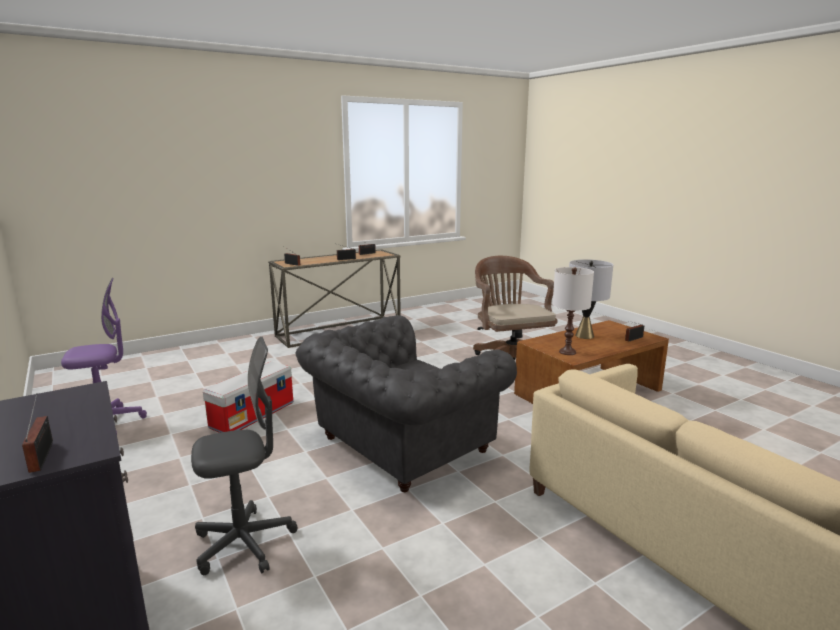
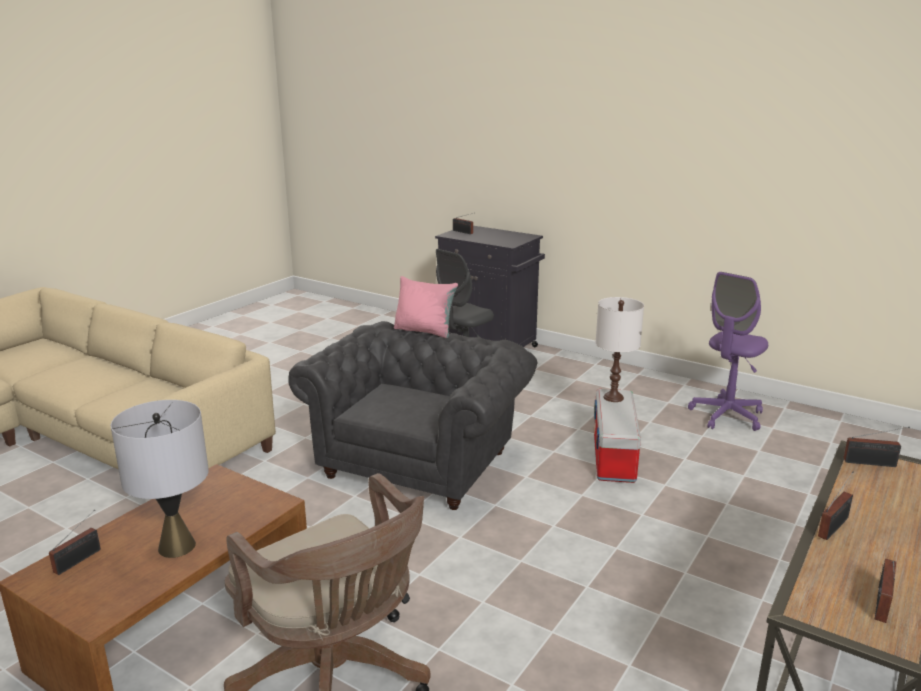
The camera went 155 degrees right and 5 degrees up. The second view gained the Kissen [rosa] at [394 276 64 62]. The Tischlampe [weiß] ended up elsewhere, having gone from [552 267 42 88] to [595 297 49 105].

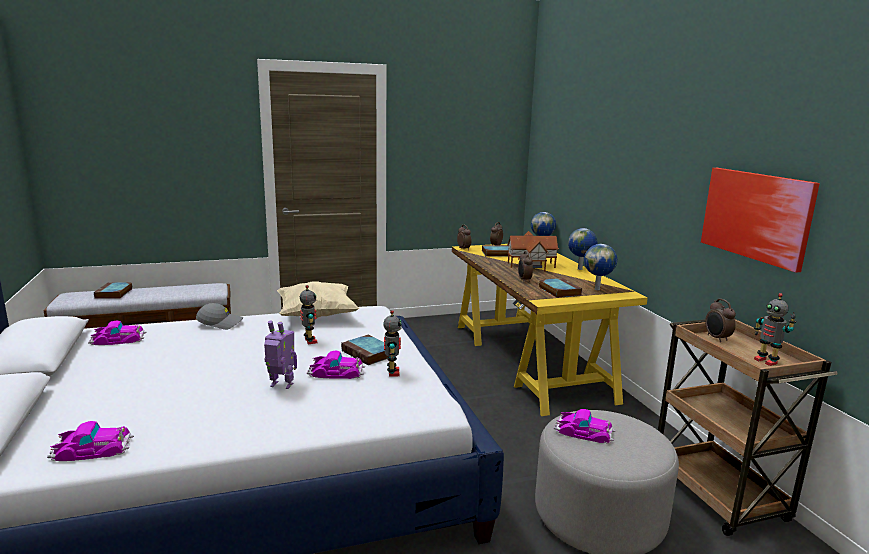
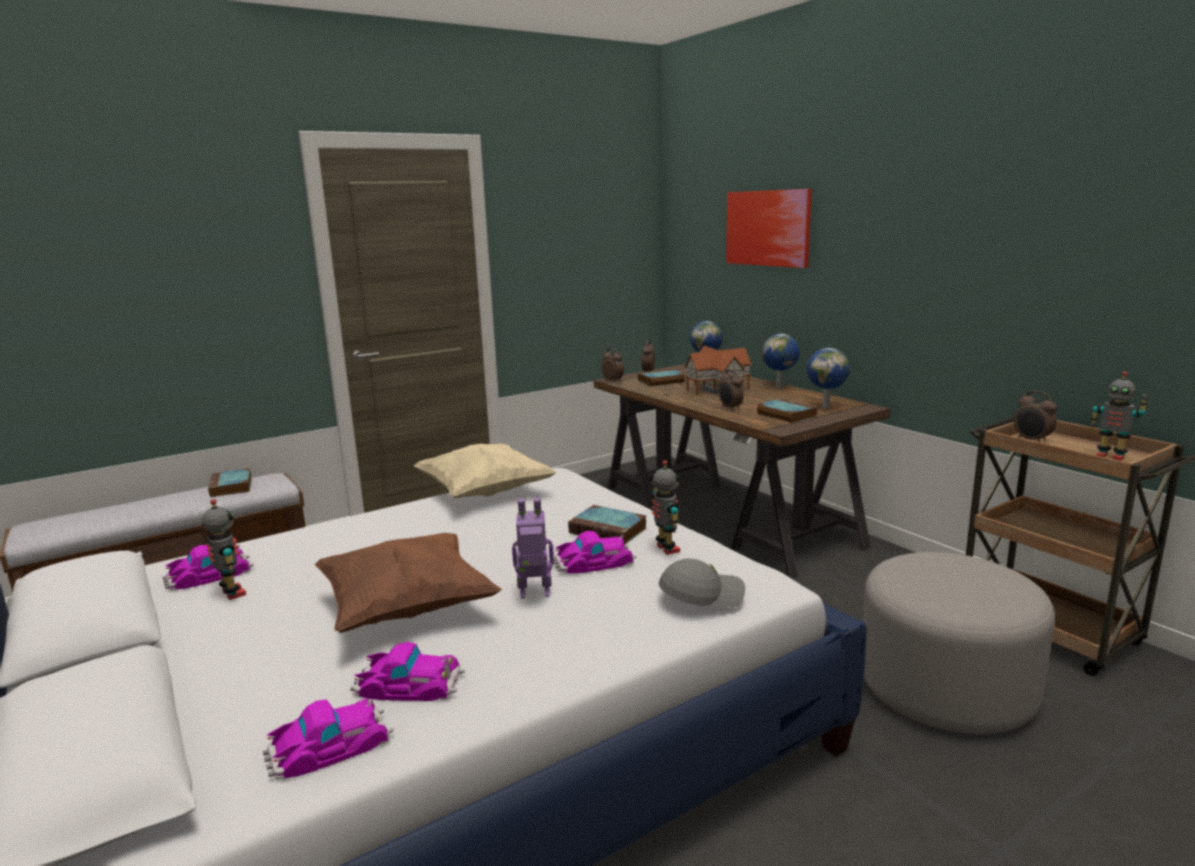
The camera went 15 degrees left and 0 degrees up. The Spielzeugroboter ended up elsewhere, having gone from [300 285 17 59] to [202 499 44 101]. The Buch ended up elsewhere, having gone from [94 282 38 17] to [208 468 43 29]. The second view gained the Kissen [braun] at [315 533 187 100]. The Spielzeugauto ended up elsewhere, having gone from [554 409 61 35] to [350 642 115 59]. What was the Schreibtisch [gelb] at [452 244 196 172] turned into the Schreibtisch [braun] at [594 364 297 215]. The Kappe [grau] ended up elsewhere, having gone from [196 303 47 27] to [659 559 86 49]. The Bild ended up elsewhere, having gone from [701 168 119 105] to [726 189 86 79].

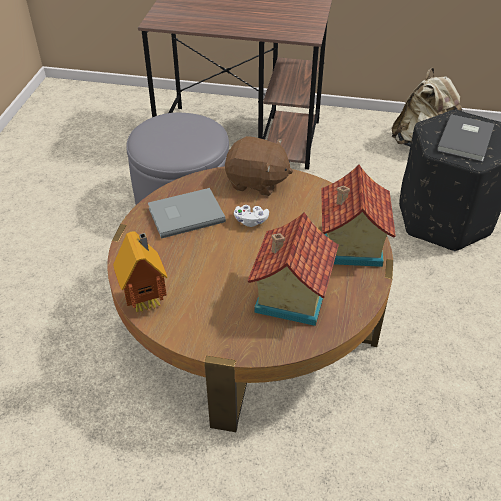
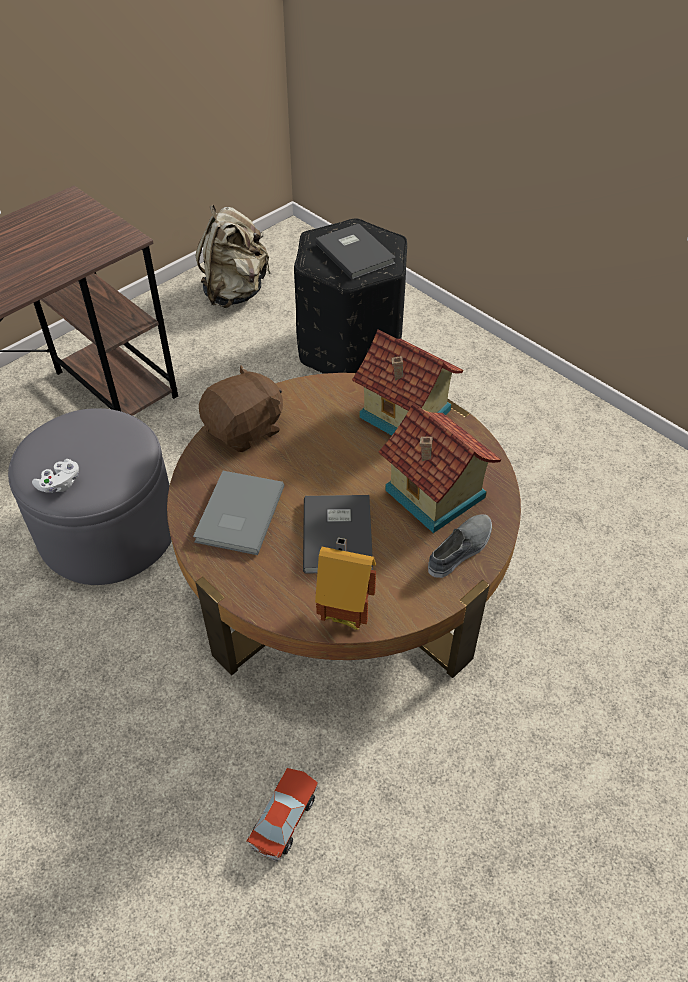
The camera went 55 degrees left and 5 degrees up. The Gamepad [weiß] ended up elsewhere, having gone from [234 205 35 22] to [32 459 47 34]. The second view gained the Spielzeugauto at [246 768 72 94]. The second view gained the Buch [grau] at [303 495 70 79]. The second view gained the Schuh [grau] at [428 514 64 64].

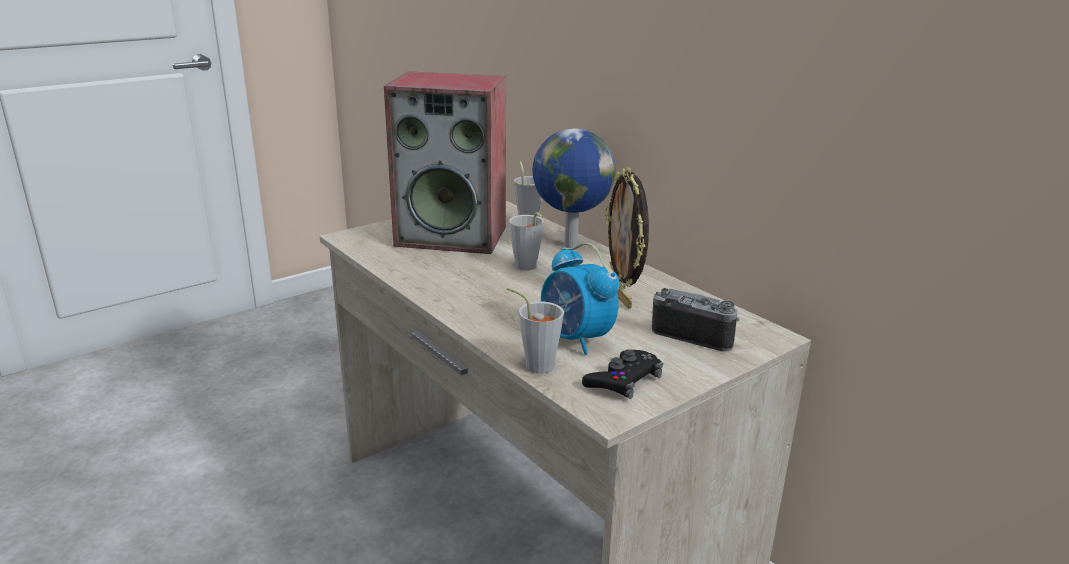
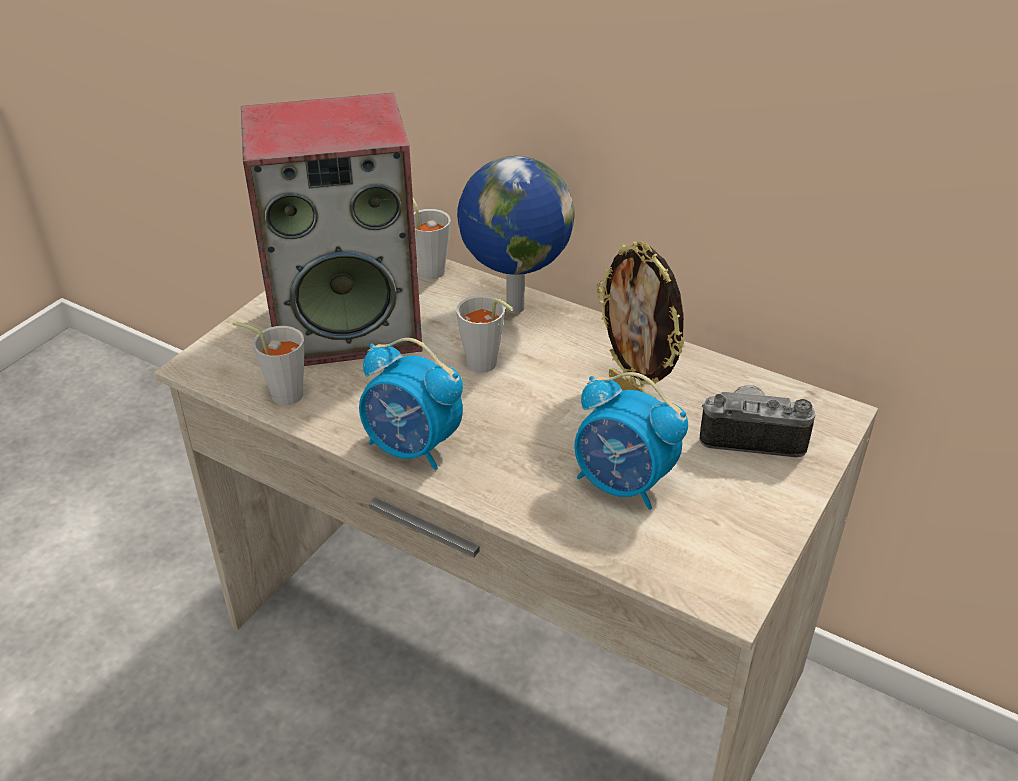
The camera went 20 degrees left and 15 degrees up. The Tasse [grau] ended up elsewhere, having gone from [507 287 57 87] to [232 321 72 85]. The second view gained the Wecker at [359 338 104 132]. The second view lost the Gamepad [schwarz] at [582 349 81 50].

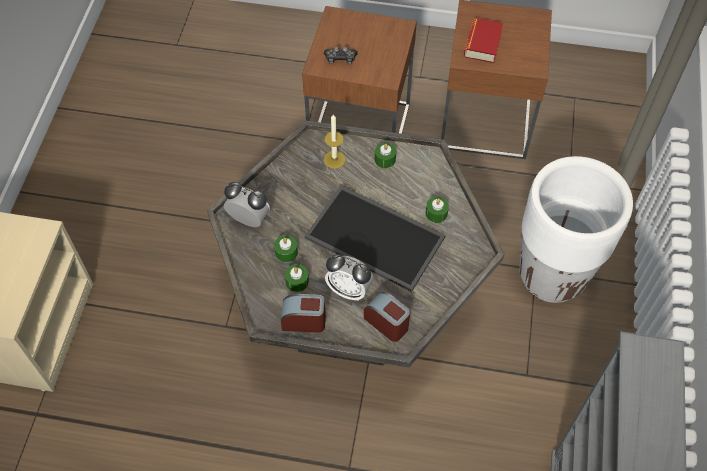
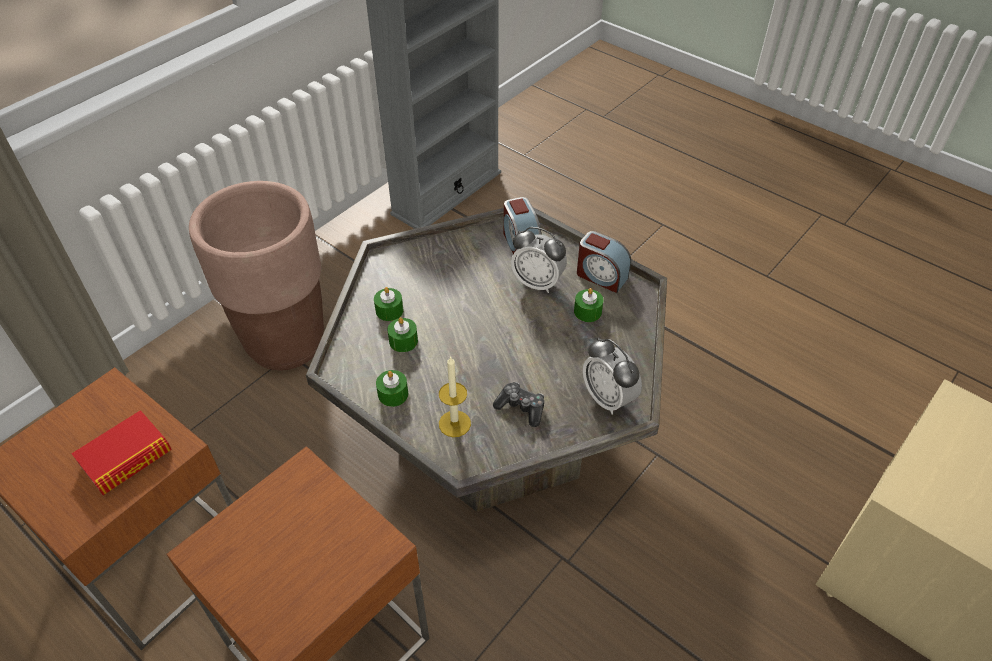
The camera went 150 degrees left and 10 degrees down. What was the Pflanzkübel [weiß] at [519 156 114 147] turned into the Pflanzkübel [braun] at [189 181 135 189]. The Kerze [grün] ended up elsewhere, having gone from [274 235 24 27] to [387 317 31 35]. The Gamepad ended up elsewhere, having gone from [324 46 34 19] to [493 382 51 45]. The Wecker at [325 254 48 47] ended up facing another way, 150 degrees clockwise from before. The second view lost the Tablett at [305 185 141 107].

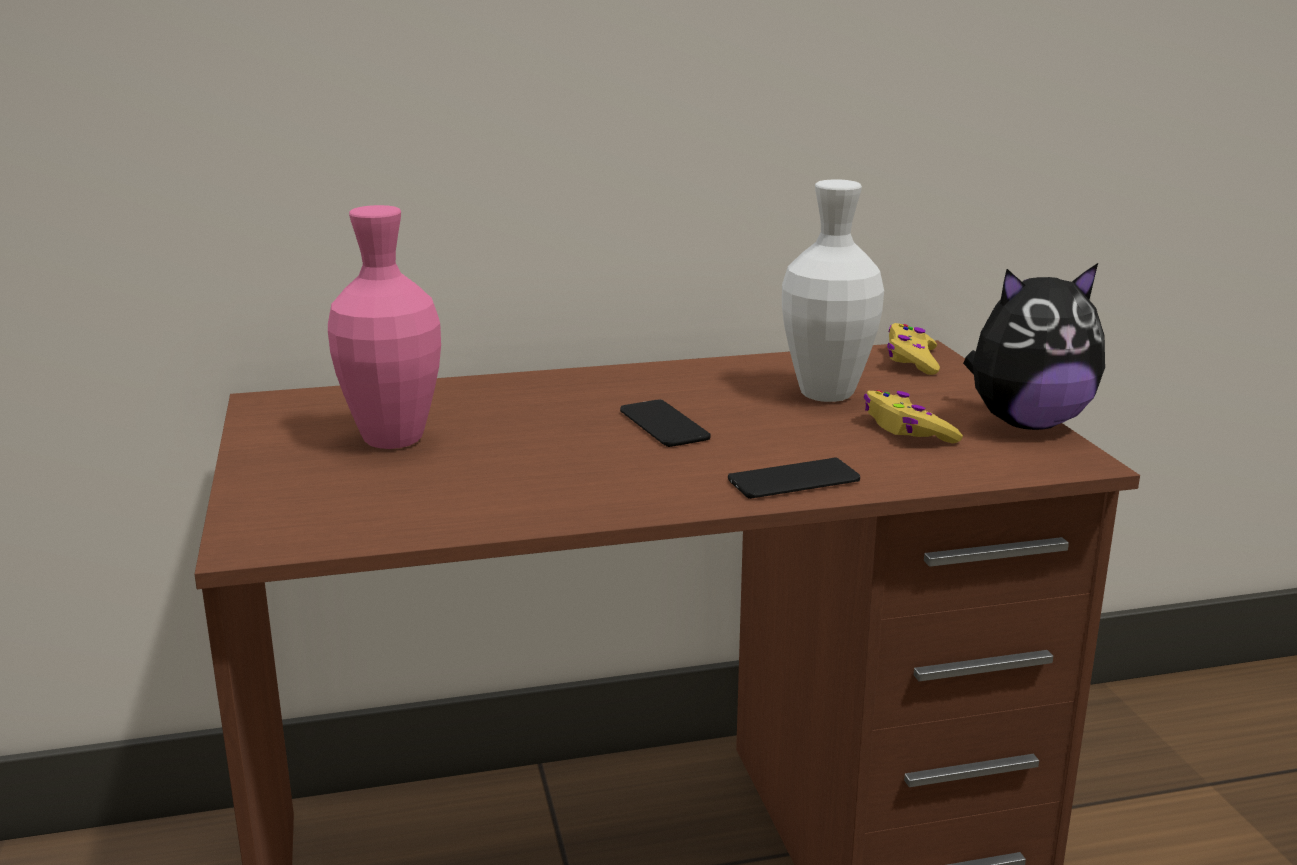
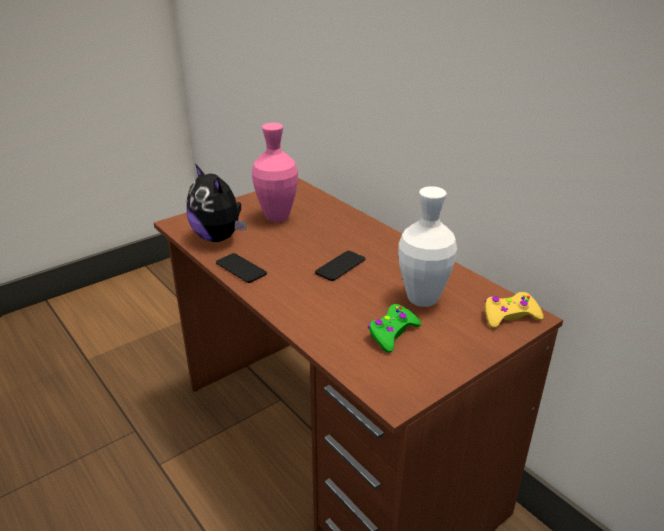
The camera went 65 degrees right and 10 degrees up. The Plüschtier ended up elsewhere, having gone from [963 263 142 167] to [187 164 59 78]. The Handy ended up elsewhere, having gone from [728 457 132 42] to [216 253 51 30]. What was the Gamepad [gelb] at [864 390 99 53] turned into the Gamepad [grün] at [368 304 53 49].

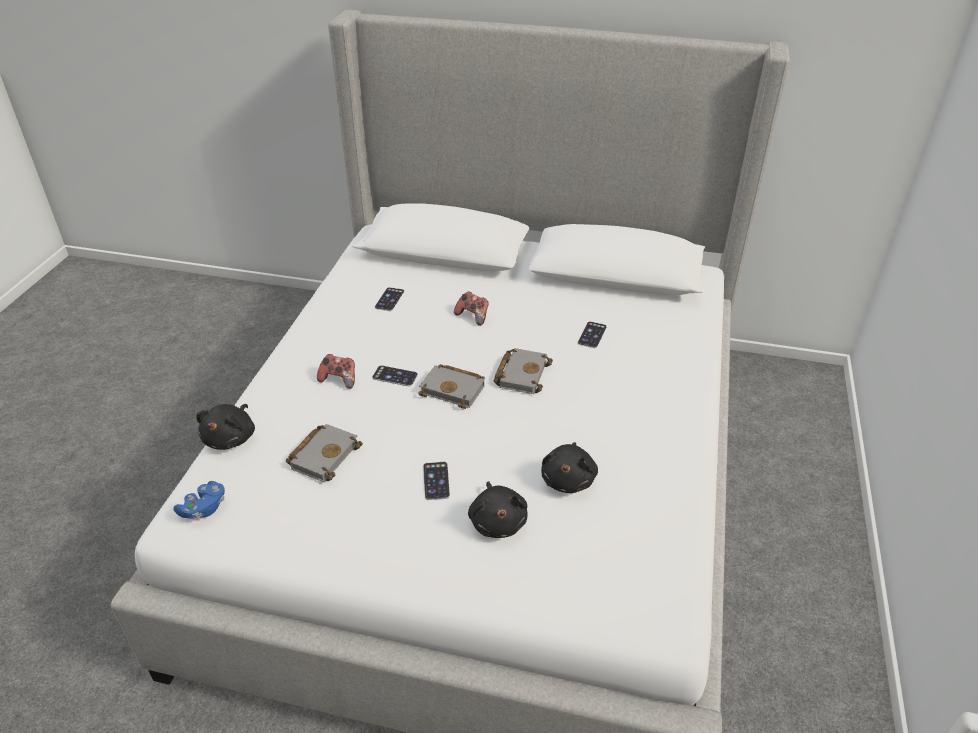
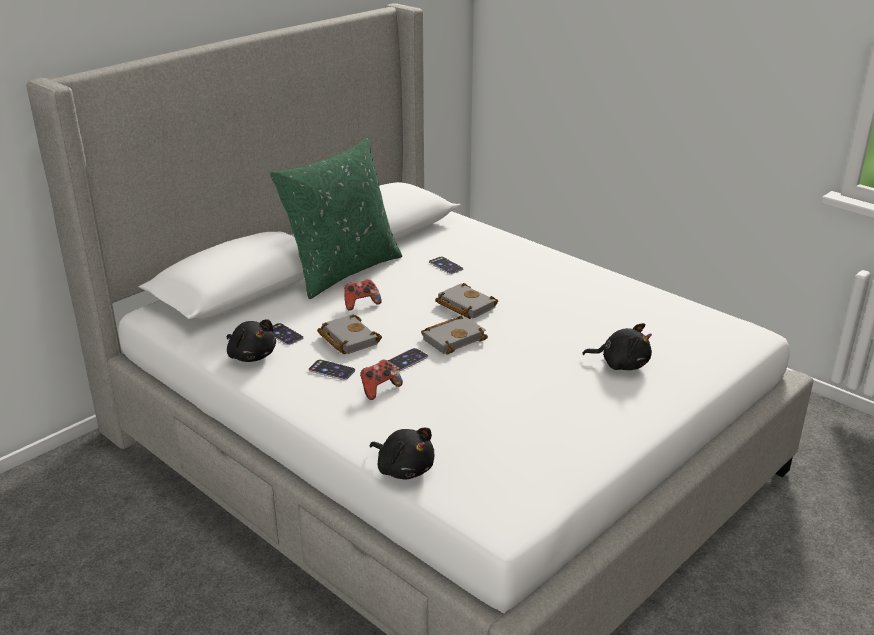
The camera went 60 degrees left and 10 degrees down. The Plüschtier [schwarz] ended up elsewhere, having gone from [541 442 57 51] to [227 320 49 42]. The second view gained the Kissen [grün] at [270 138 132 161]. The Handy ended up elsewhere, having gone from [423 462 27 38] to [308 360 47 20]. The Buch [grau] ended up elsewhere, having gone from [286 424 77 58] to [317 314 65 40]. The second view lost the Gamepad [blau] at [173 481 52 38].

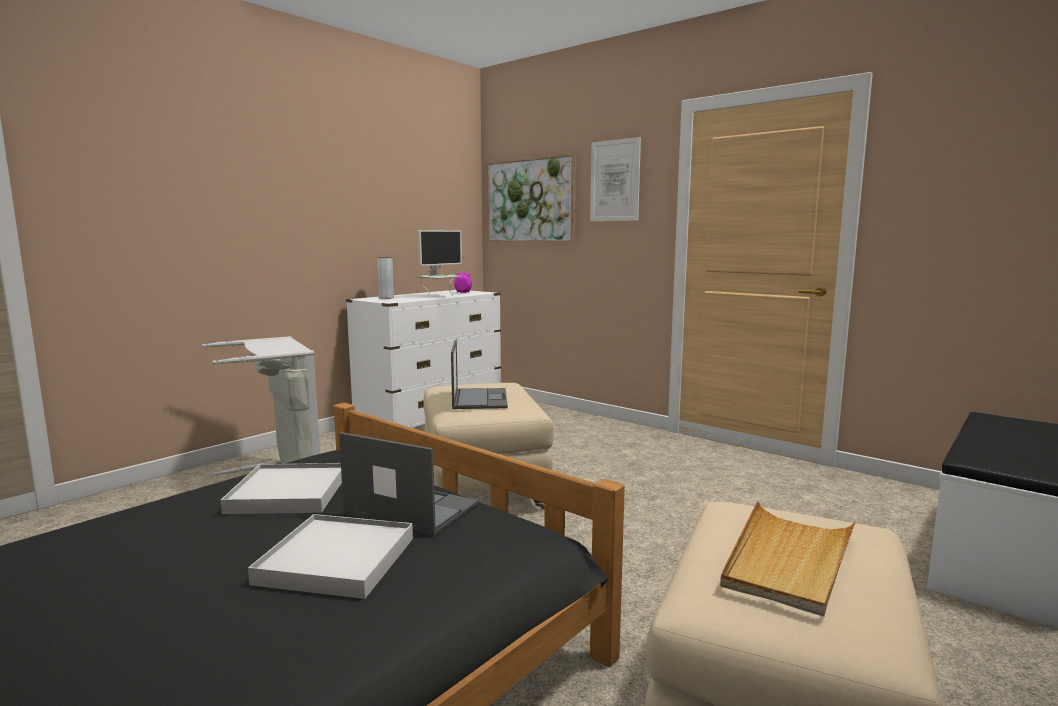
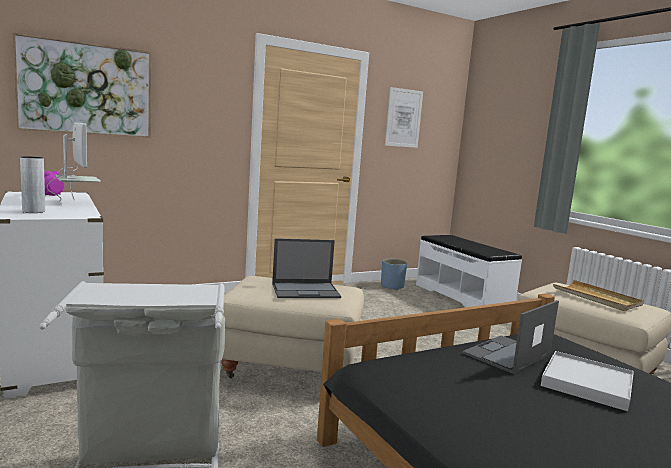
The camera went 70 degrees left and 0 degrees up. The Laptop at [451 340 57 69] ended up facing another way, 150 degrees clockwise from before. The second view gained the Pflanzkübel [blau] at [381 259 26 31]. The Bild ended up elsewhere, having gone from [590 137 51 84] to [385 87 38 61]. The second view lost the Tablett [weiß] at [221 463 121 51].

